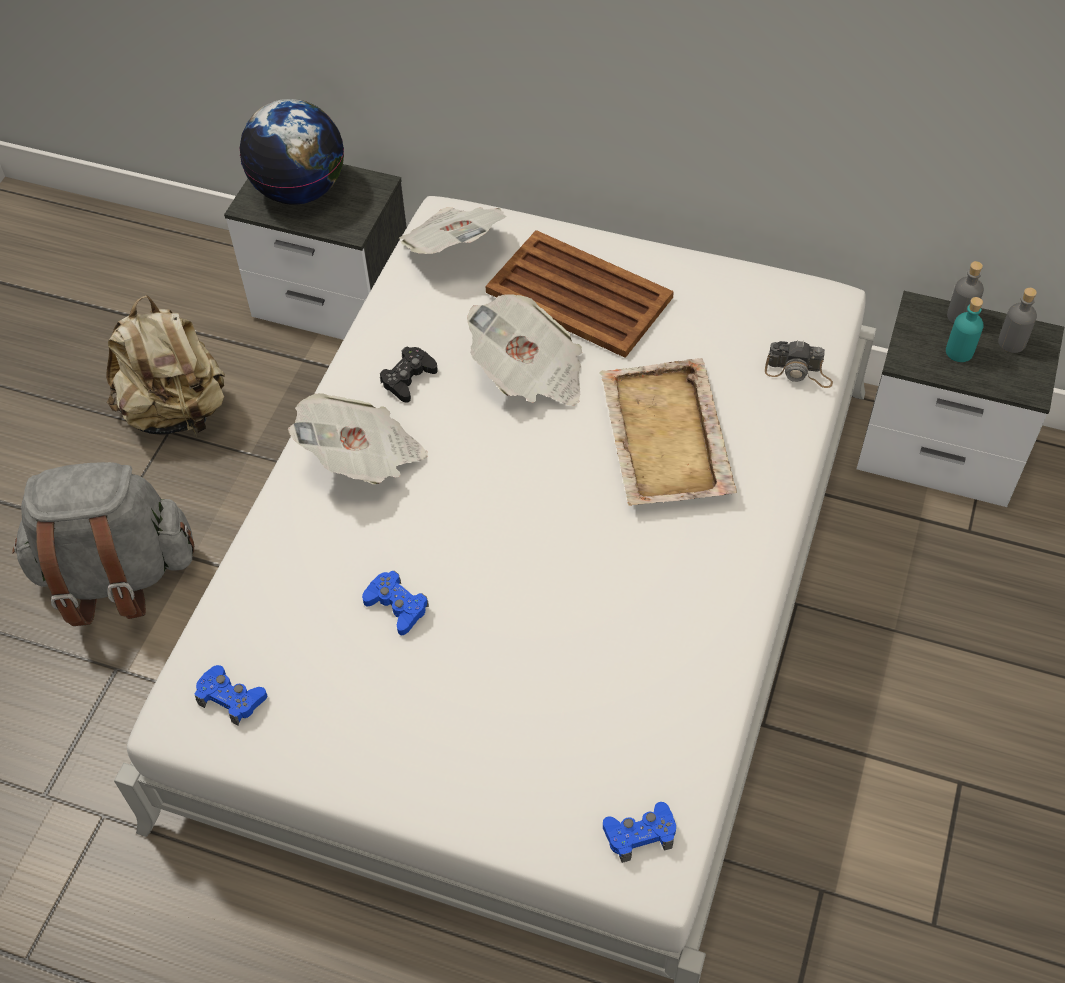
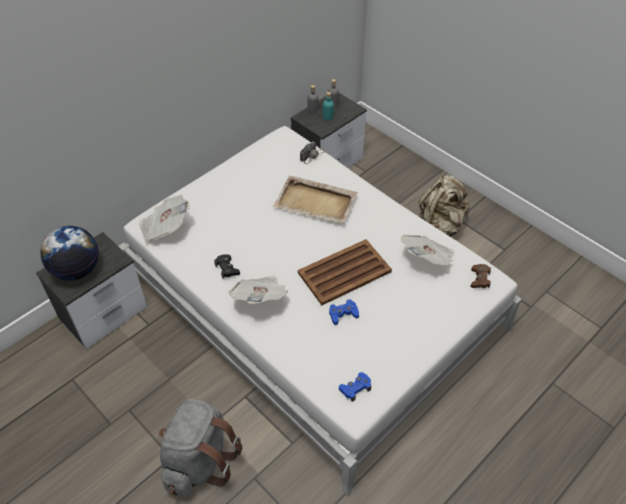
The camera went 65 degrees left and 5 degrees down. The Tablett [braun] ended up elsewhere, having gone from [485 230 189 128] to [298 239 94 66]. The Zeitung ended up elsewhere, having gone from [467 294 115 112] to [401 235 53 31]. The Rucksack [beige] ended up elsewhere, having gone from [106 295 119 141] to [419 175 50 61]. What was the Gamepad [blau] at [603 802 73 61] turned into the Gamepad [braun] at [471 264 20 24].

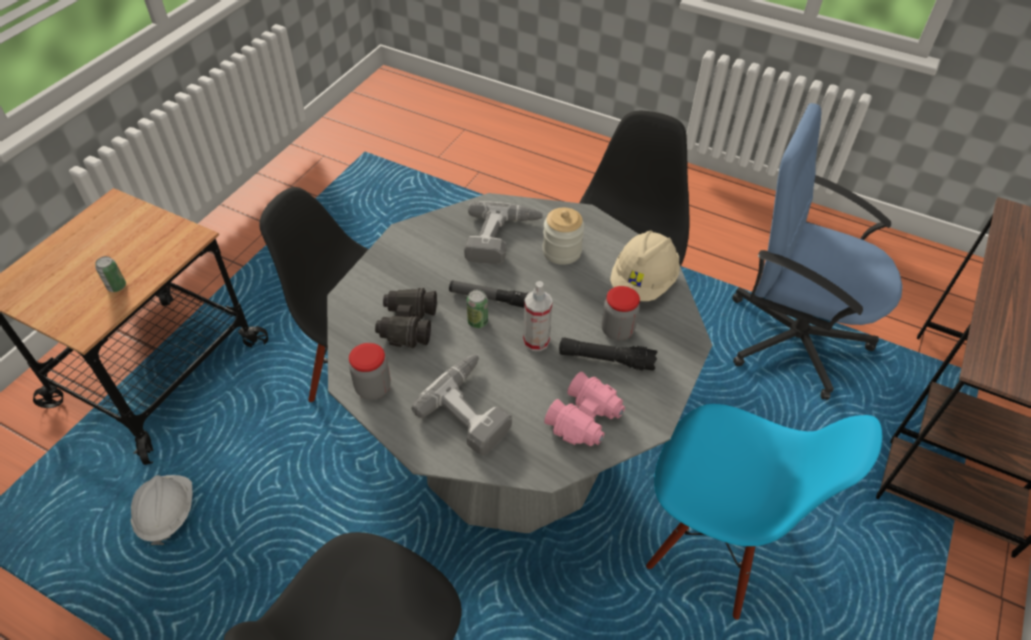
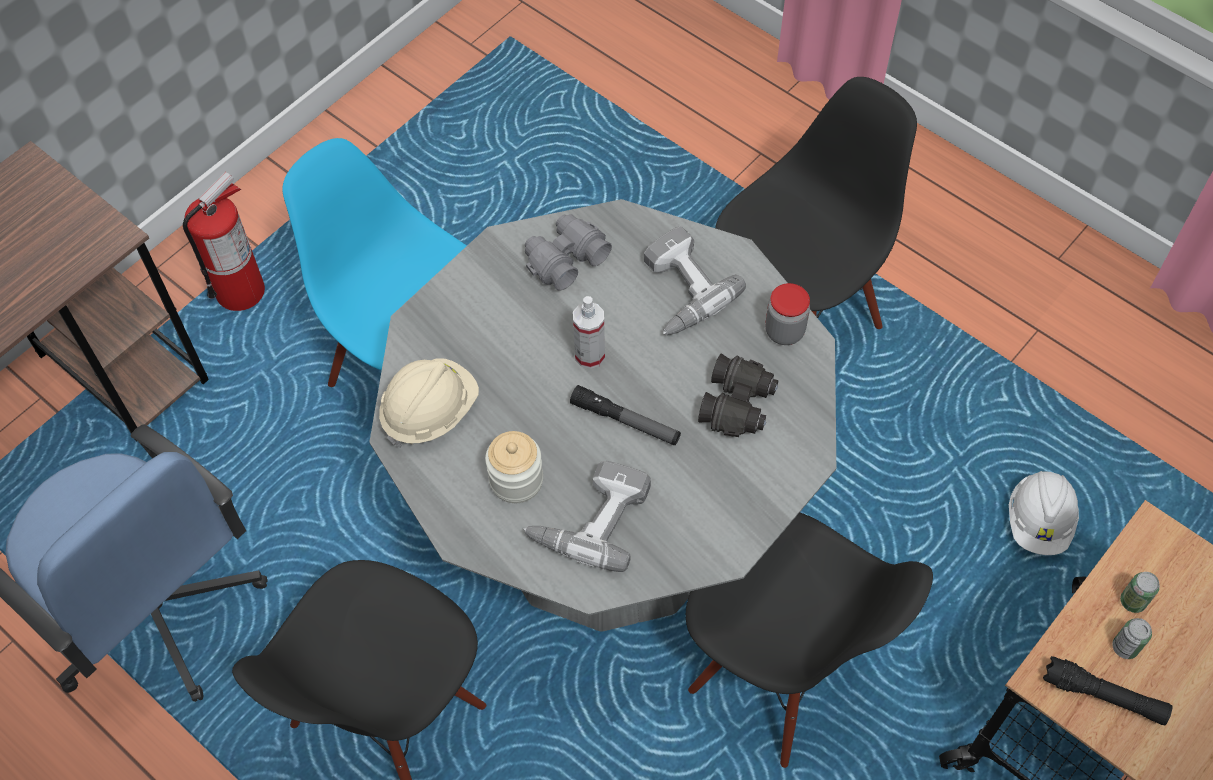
The camera went 165 degrees left and 10 degrees up. The second view gained the Feuerlöscher at [183 171 82 140]. What was the Fernglas [rosa] at [544 372 81 74] turned into the Fernglas [grau] at [525 214 87 77]. The Taschenlampe [schwarz] ended up elsewhere, having gone from [559 337 99 34] to [1043 656 129 70]. The Dose ended up elsewhere, having gone from [466 290 22 38] to [1112 618 40 41]. The second view lost the Vorratsglas at [601 286 39 54].

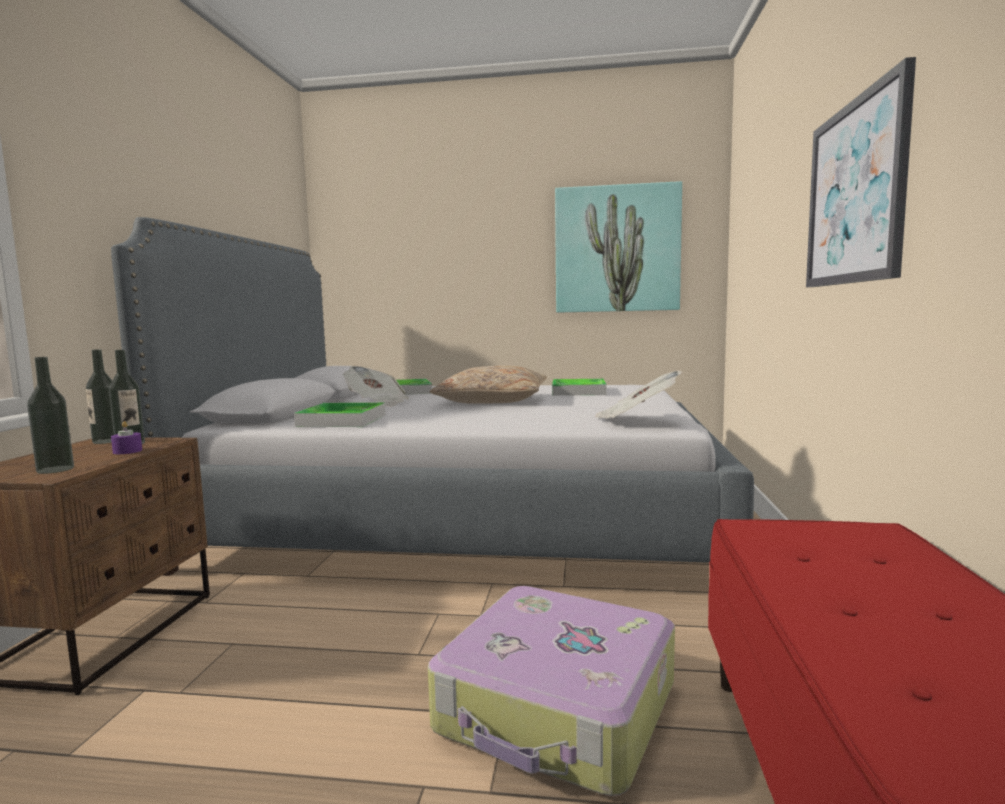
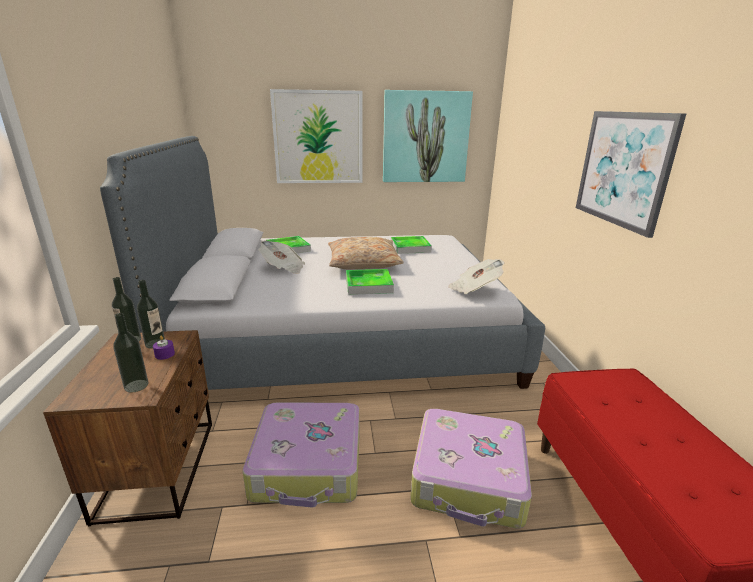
The camera went 15 degrees left and 15 degrees up. The second view gained the Koffer at [243 402 117 105]. The second view gained the Bild at [270 89 92 94]. The Tablett ended up elsewhere, having gone from [294 403 92 24] to [346 269 48 26].

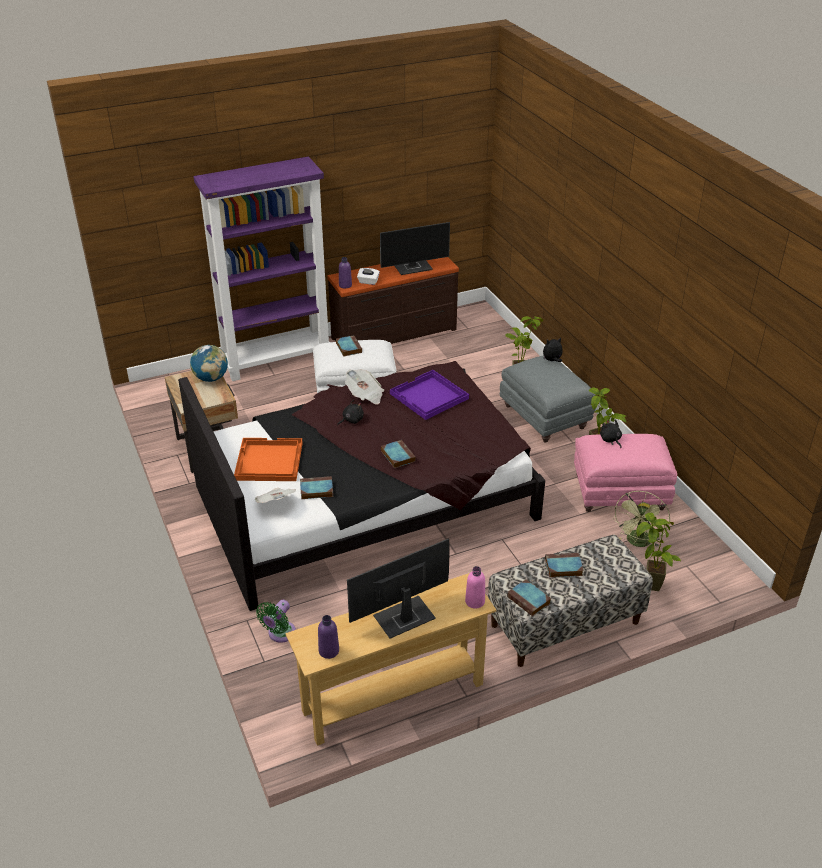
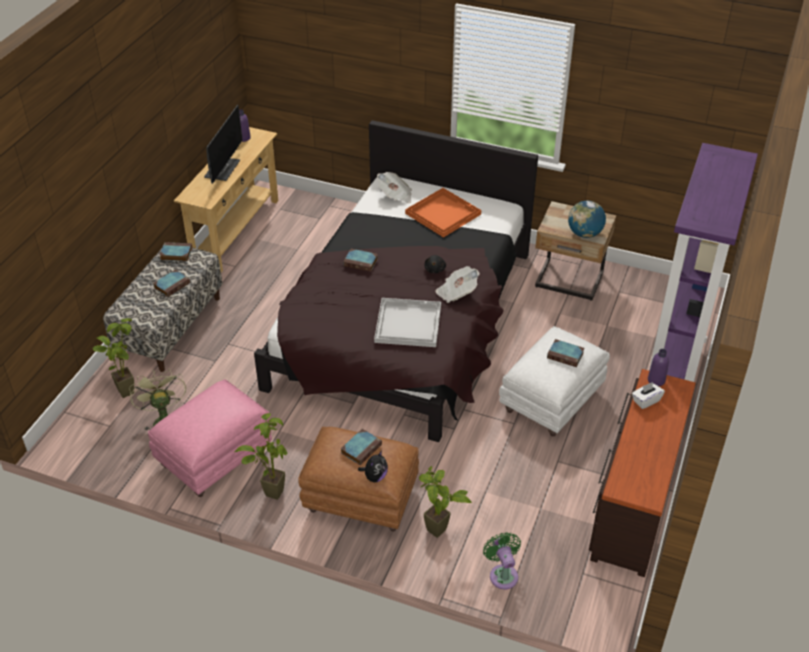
The camera went 135 degrees right and 5 degrees up. What was the Polsterhocker [grau] at [500 355 96 88] turned into the Polsterhocker [braun] at [298 426 121 105]. The Buch ended up elsewhere, having gone from [300 476 33 23] to [341 429 41 36]. What was the Tablett [lila] at [390 370 79 50] turned into the Tablett [weiß] at [374 298 67 49]. The Ventilator [grün] ended up elsewhere, having gone from [256 600 40 43] to [483 532 38 57]. The second view lost the Monitor at [380 222 70 53]. The second view lost the Flasche [rosa] at [465 566 20 43]. The second view lost the Plüschtier [schwarz] at [600 420 22 28].

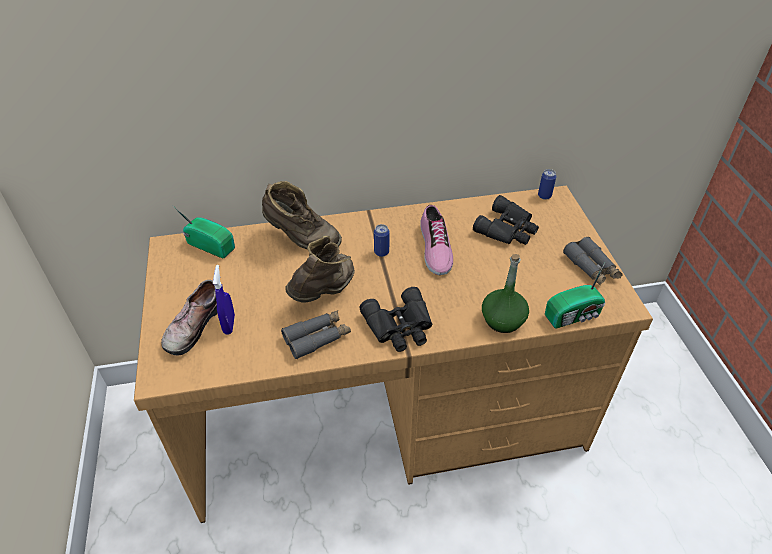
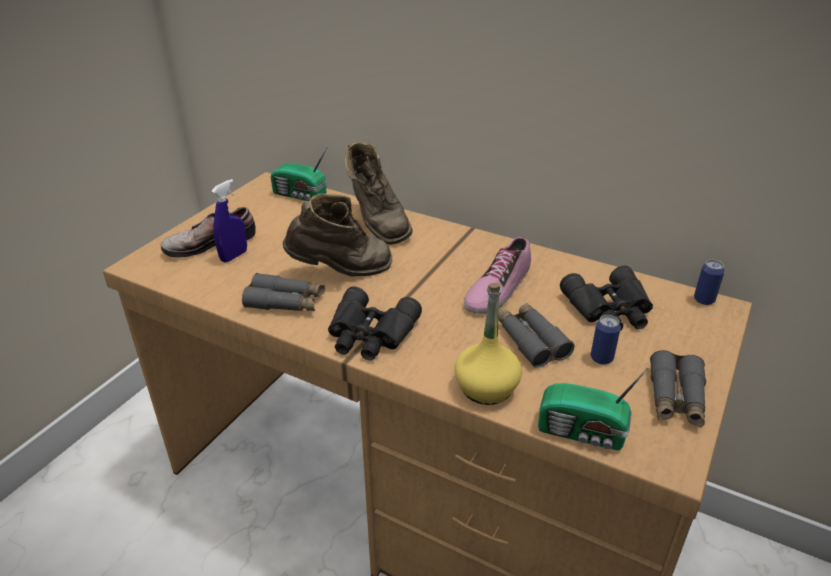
The camera went 40 degrees right and 10 degrees down. The Radio at [172 205 63 53] ended up facing another way, 135 degrees clockwise from before. What was the Flasche [grün] at [482 254 47 79] turned into the Flasche [gelb] at [454 282 68 123]. The second view gained the Fernglas [grau] at [498 302 76 66]. The Dose ended up elsewhere, having gone from [374 224 15 33] to [591 315 30 50].

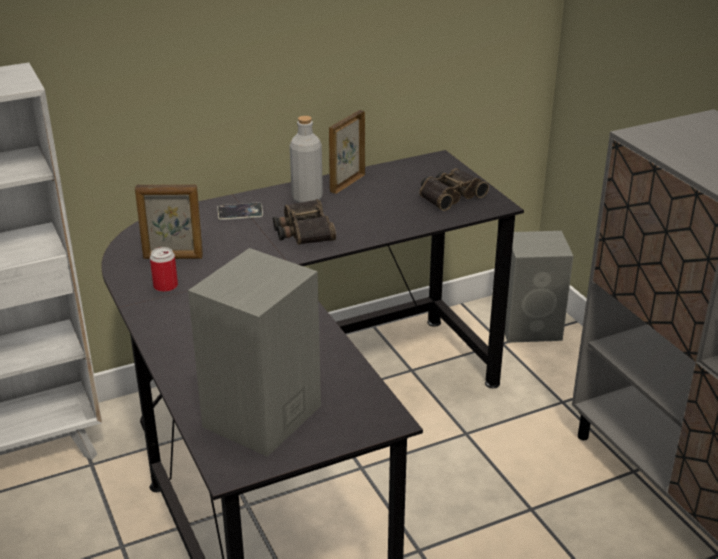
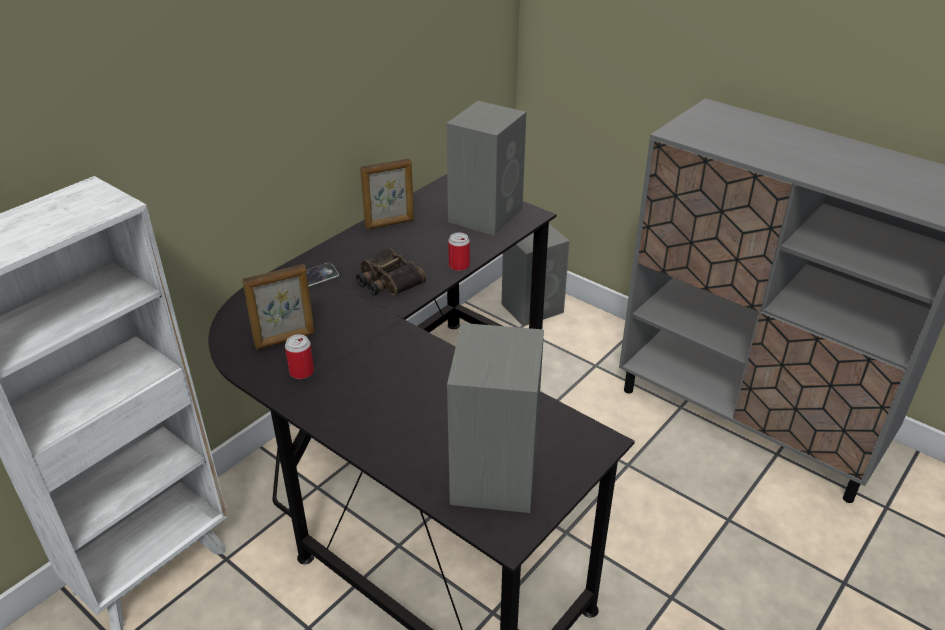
The camera went 25 degrees left and 5 degrees up. The Bilderrahmen at [329 110 36 84] ended up facing another way, 120 degrees counterclockwise from before. Where the Fernglas stood at [419 168 70 43], the Lautsprecher [grau] came to stand at [446 101 80 135]. The second view gained the Dose at [448 232 22 39]. The second view lost the Flasche [grau] at [290 116 33 87].

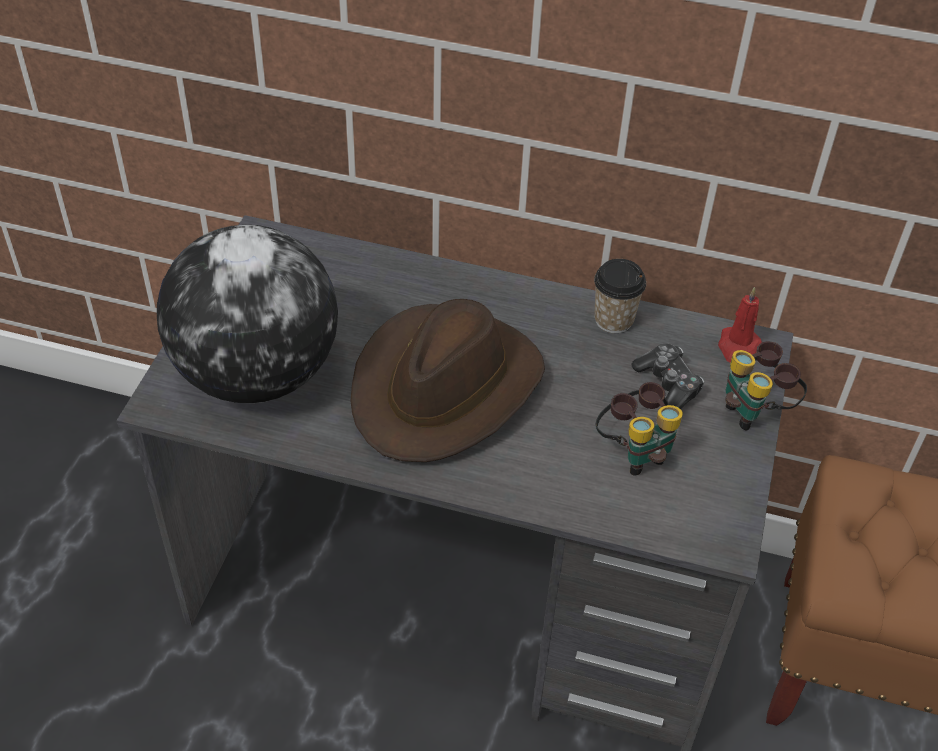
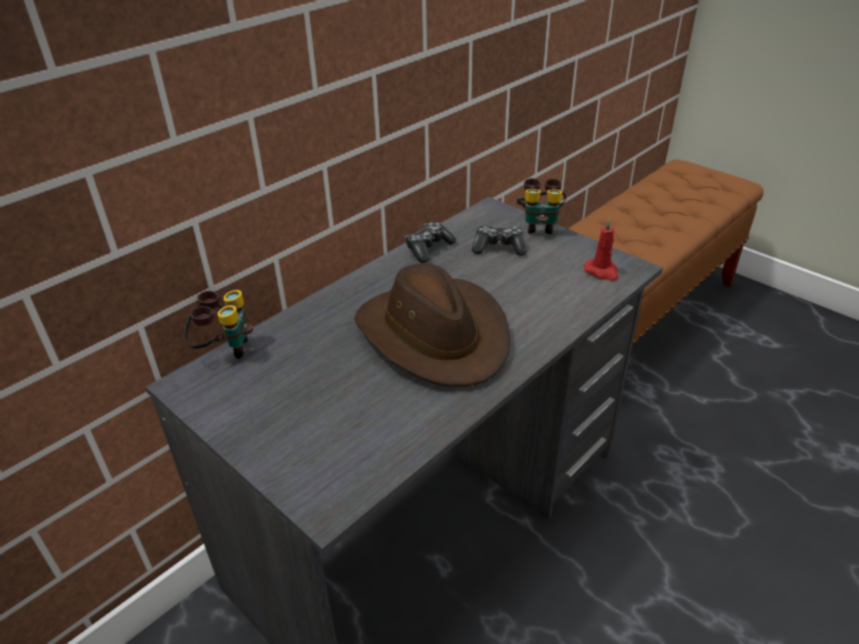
The camera went 60 degrees left and 10 degrees down. The Fernglas ended up elsewhere, having gone from [595 382 88 93] to [184 290 69 69]. Where the Tasse stood at [594 259 52 74], the Gamepad came to stand at [405 222 51 41]. The Kerze [rot] ended up elsewhere, having gone from [718 287 44 76] to [584 218 34 63]. The second view lost the Globus at [157 225 181 178].

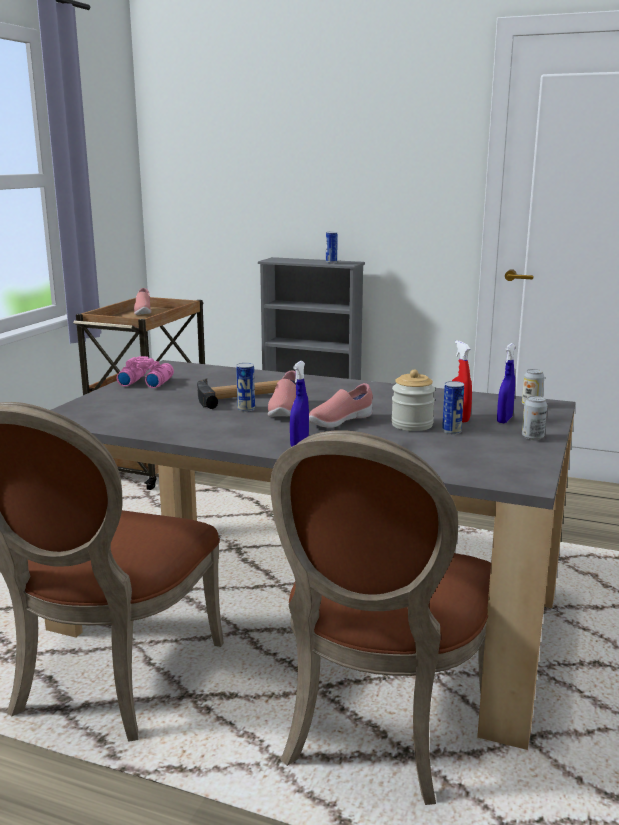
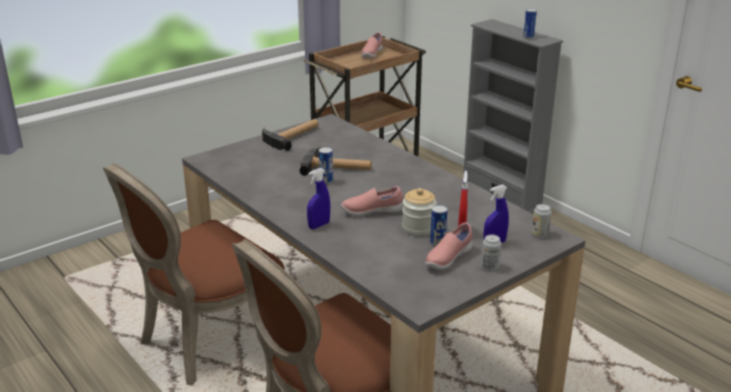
The camera went 30 degrees right and 10 degrees up. Where the Fernglas [rosa] stood at [117 356 57 32], the Hammer came to stand at [262 119 56 32]. The Schuh [rosa] ended up elsewhere, having gone from [268 370 28 47] to [425 223 47 47].

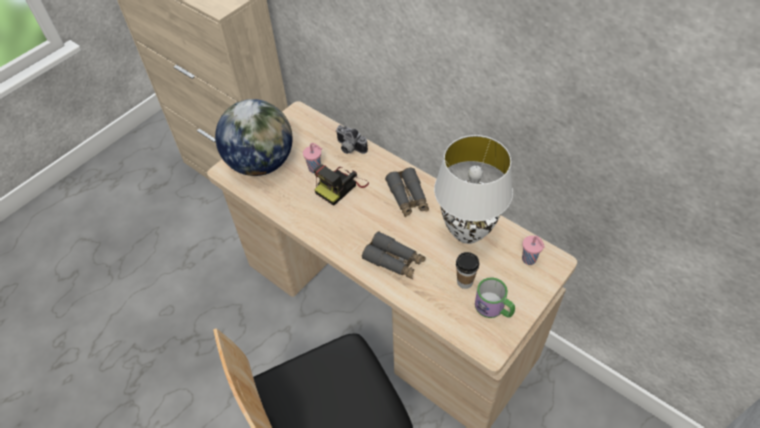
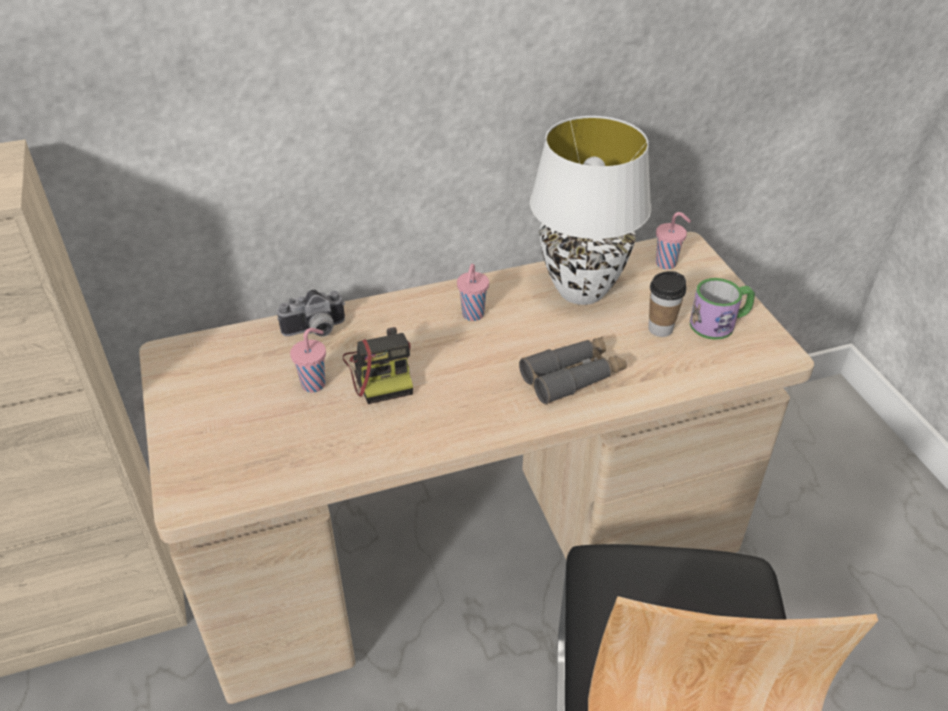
The camera went 60 degrees left and 10 degrees down. Where the Fernglas [grau] stood at [385 167 44 50], the Tasse [rosa] came to stand at [457 264 32 57]. The second view lost the Globus at [215 99 78 77].

